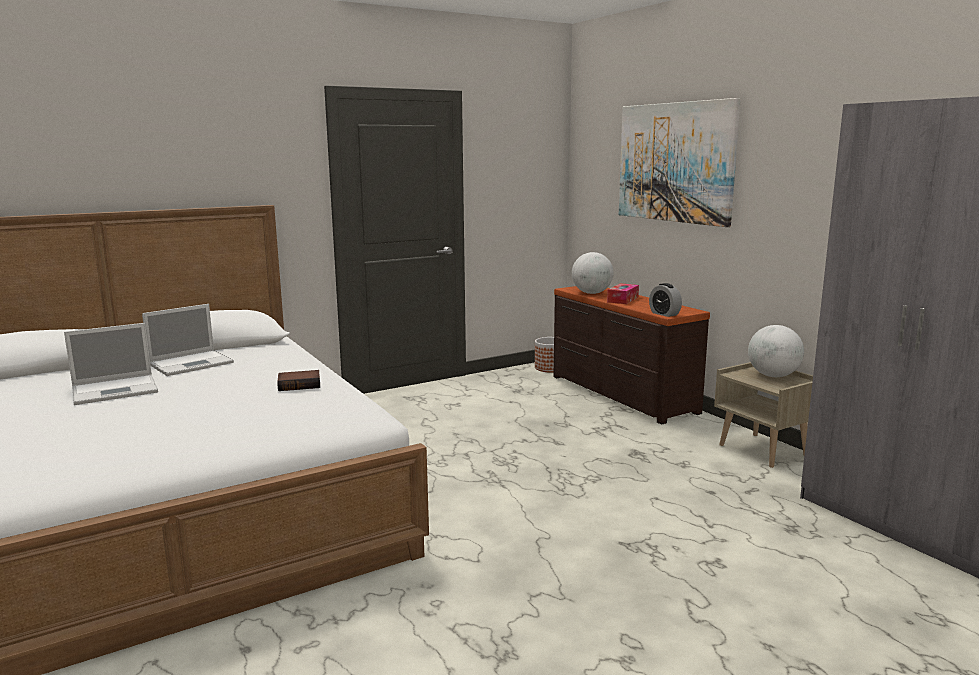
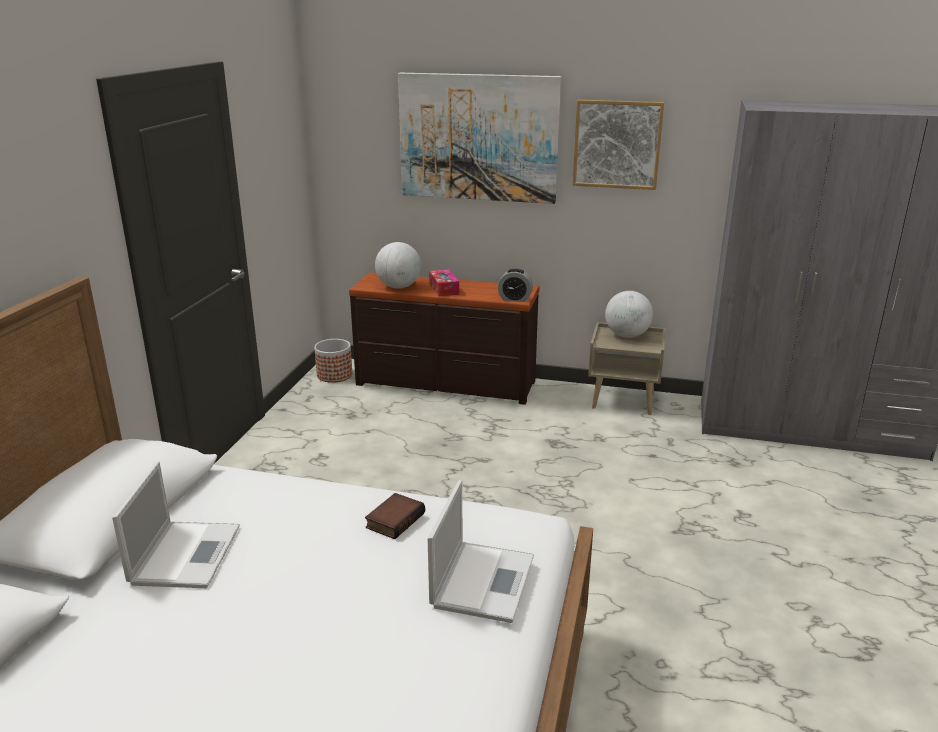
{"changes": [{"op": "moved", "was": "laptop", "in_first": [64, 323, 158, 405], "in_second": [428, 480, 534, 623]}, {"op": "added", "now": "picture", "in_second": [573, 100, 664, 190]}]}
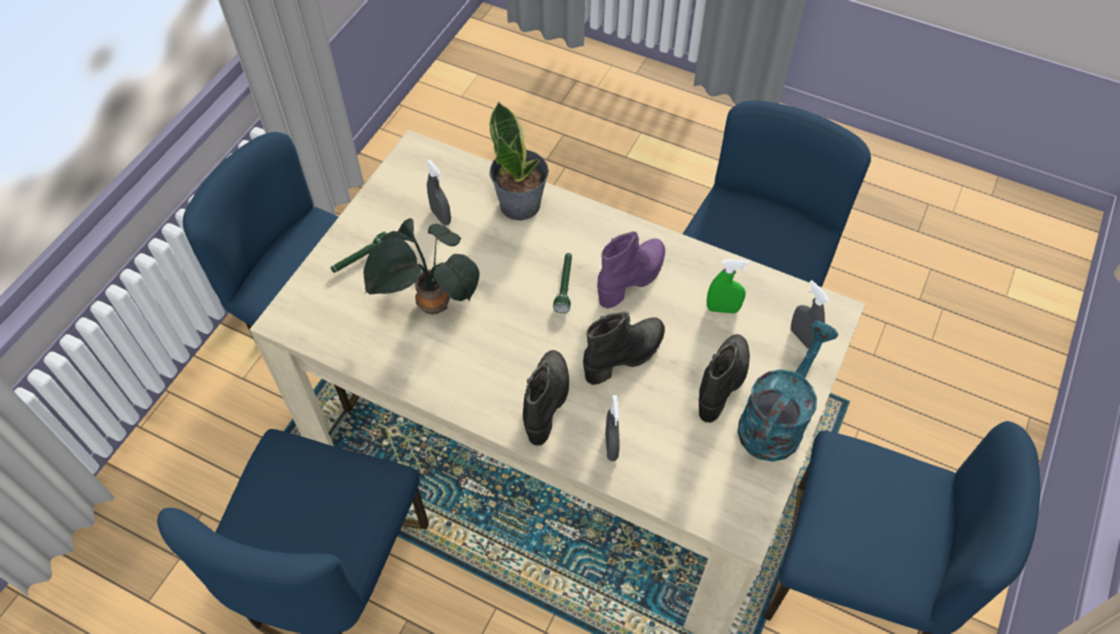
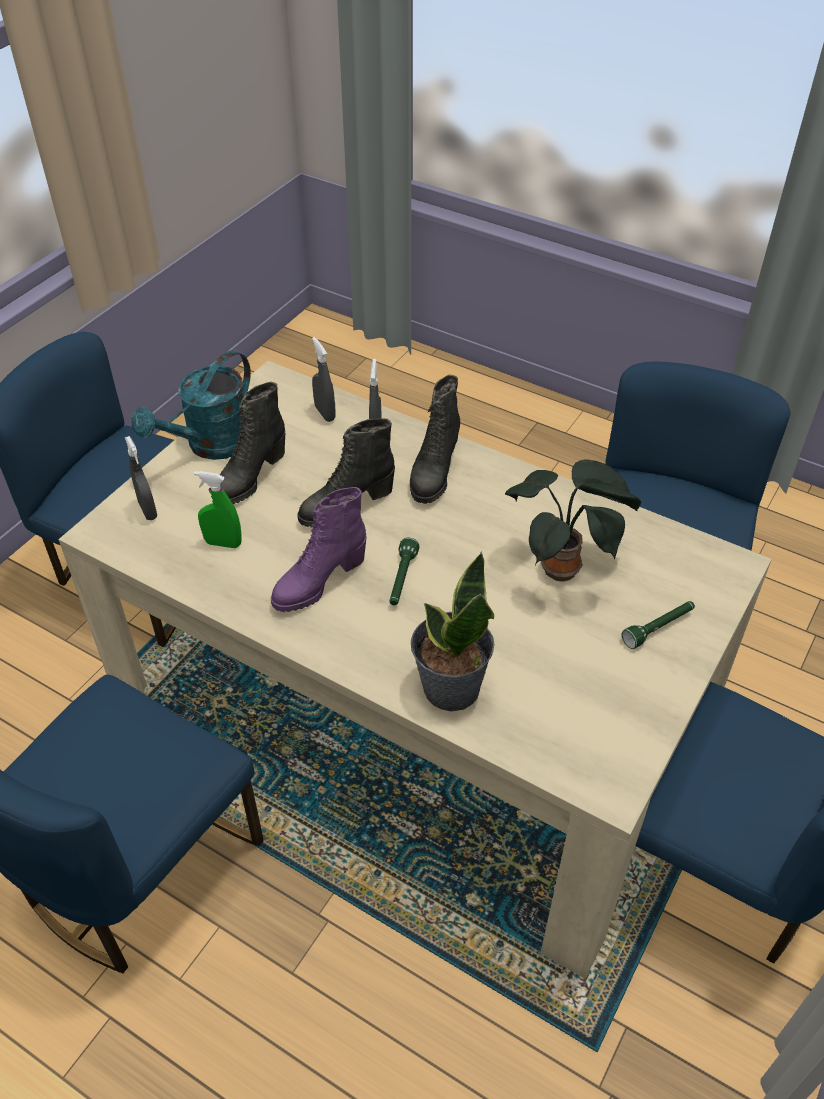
{"changes": [{"op": "moved", "was": "spray bottle in grey", "in_first": [426, 160, 451, 225], "in_second": [312, 337, 336, 422]}]}
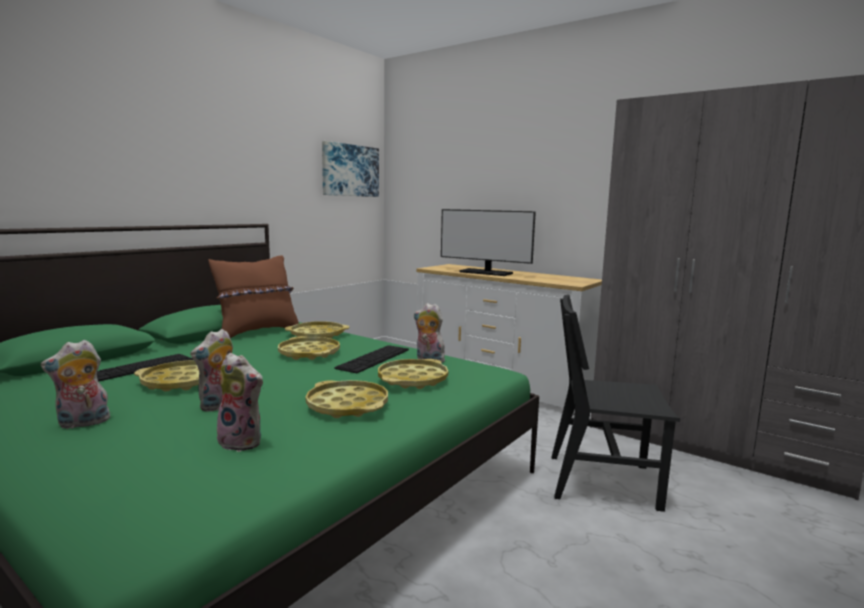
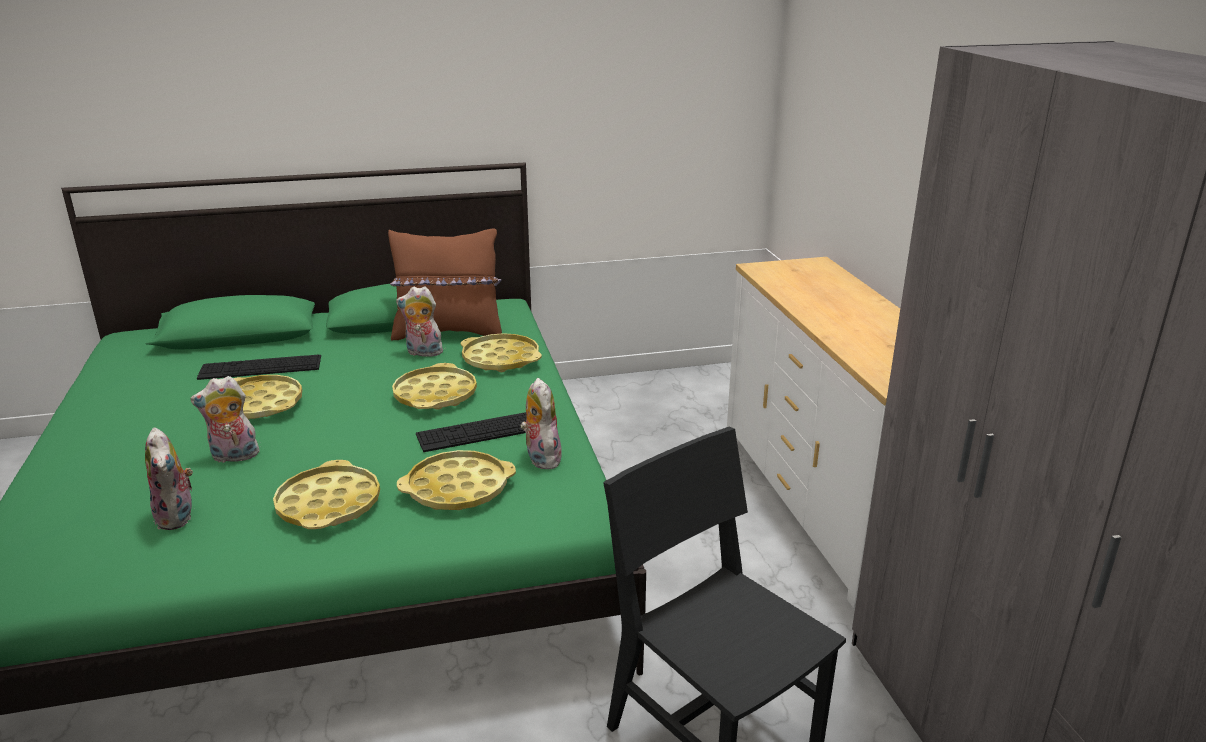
{"changes": [{"op": "moved", "was": "plush toy", "in_first": [41, 340, 110, 429], "in_second": [396, 286, 443, 357]}, {"op": "removed", "was": "picture", "in_first": [322, 141, 379, 197]}, {"op": "removed", "was": "monitor", "in_first": [441, 209, 536, 276]}]}
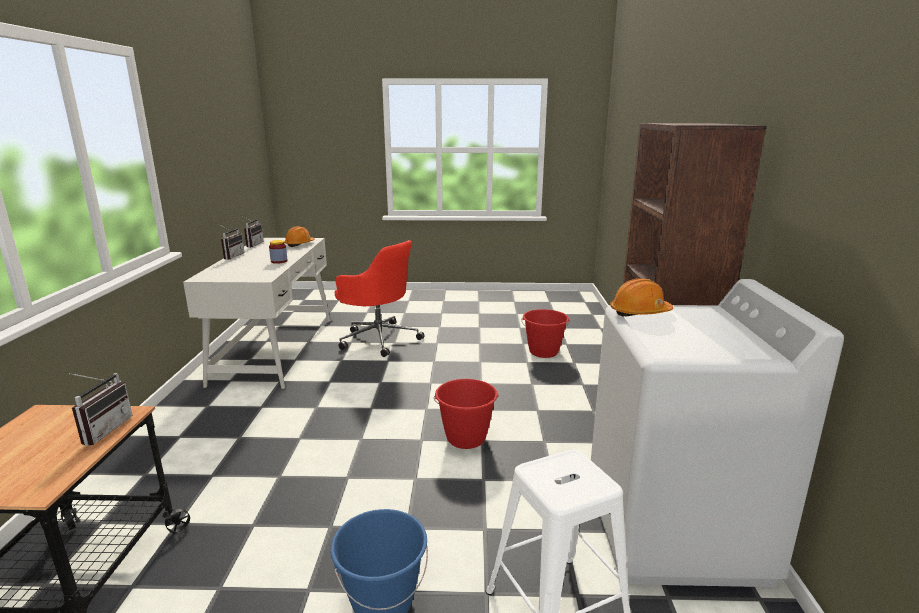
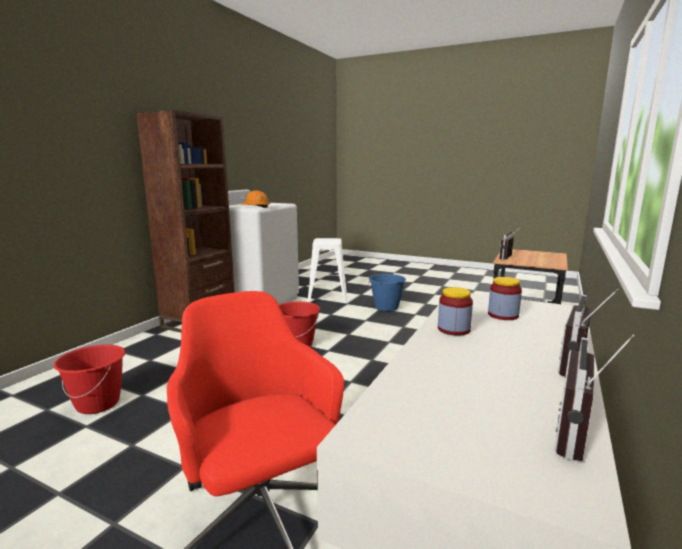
{"changes": [{"op": "removed", "was": "hard hat in orange", "in_first": [284, 226, 315, 247]}, {"op": "added", "now": "jar", "in_second": [488, 277, 522, 320]}]}
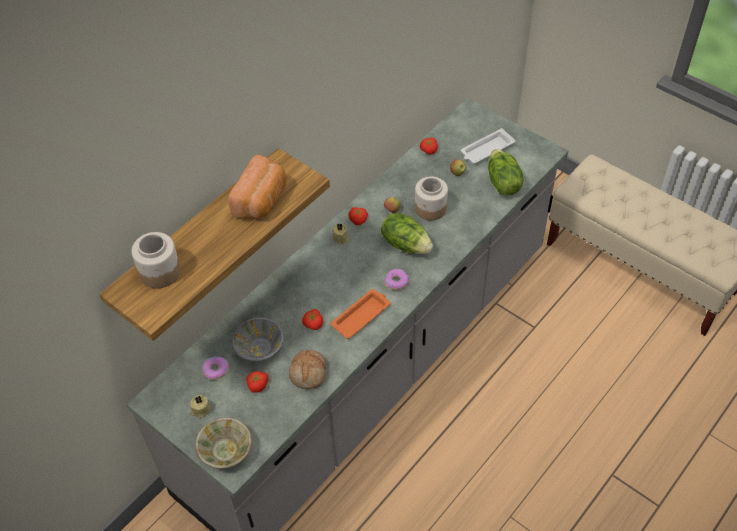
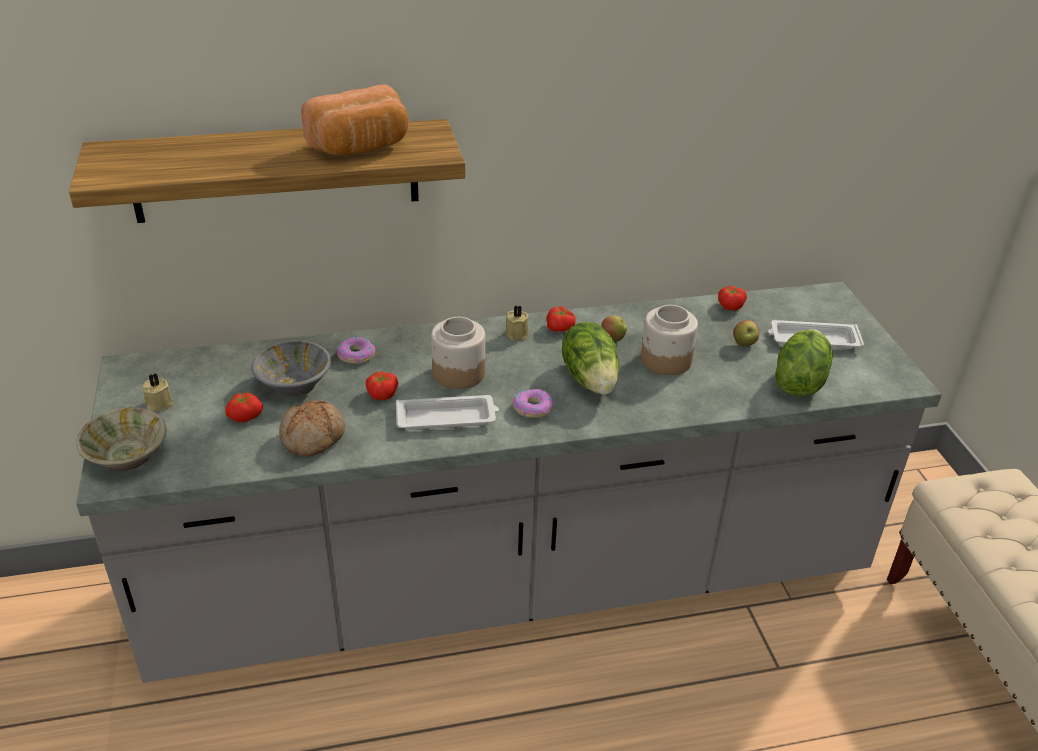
{"changes": [{"op": "moved", "was": "jar", "in_first": [132, 232, 181, 288], "in_second": [431, 317, 485, 389]}, {"op": "moved", "was": "donut", "in_first": [202, 356, 229, 380], "in_second": [337, 336, 375, 364]}, {"op": "recoloured", "was": "tray in orange", "now": "tray in white", "in_first": [330, 289, 391, 339], "in_second": [396, 395, 499, 430]}]}
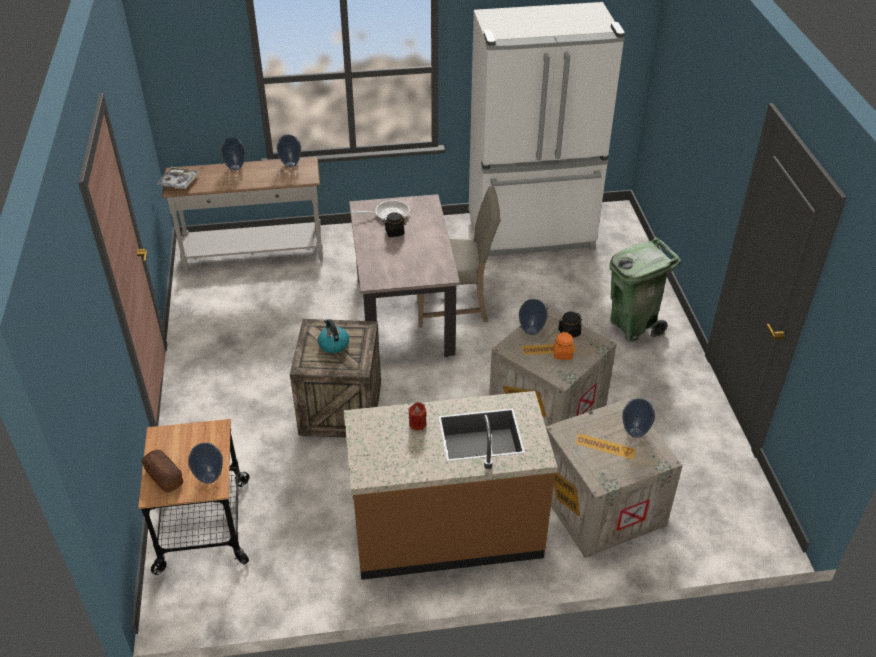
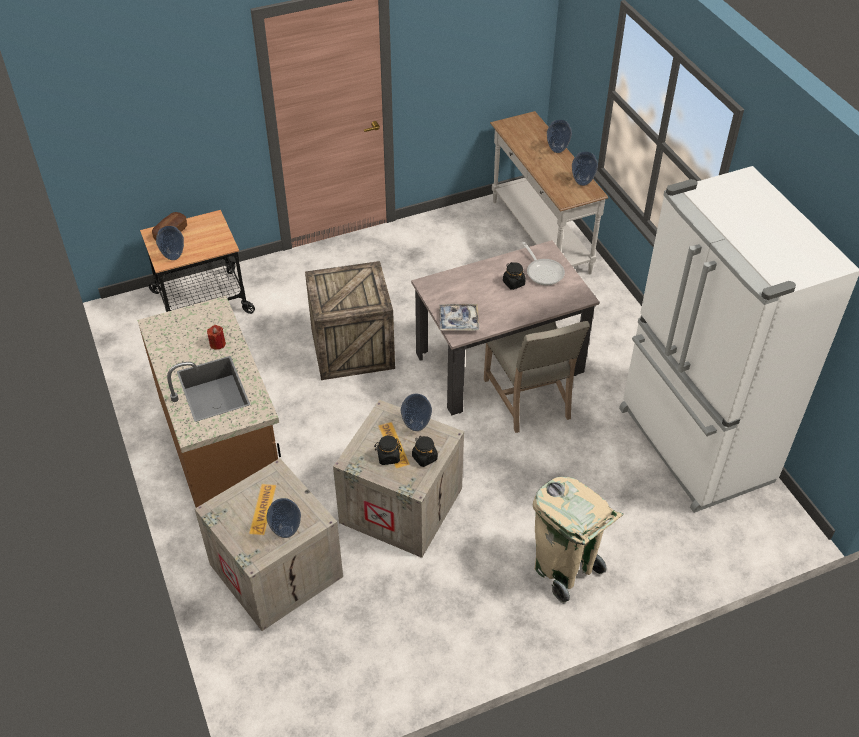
{"changes": [{"op": "moved", "was": "tray", "in_first": [157, 167, 199, 189], "in_second": [439, 304, 479, 331]}, {"op": "removed", "was": "kettle", "in_first": [318, 319, 349, 353]}, {"op": "recoloured", "was": "jar in orange", "now": "jar in black", "in_first": [554, 332, 574, 360], "in_second": [374, 435, 402, 465]}, {"op": "recoloured", "was": "trash can in green", "now": "trash can in beige", "in_first": [609, 237, 681, 342], "in_second": [533, 476, 623, 604]}]}
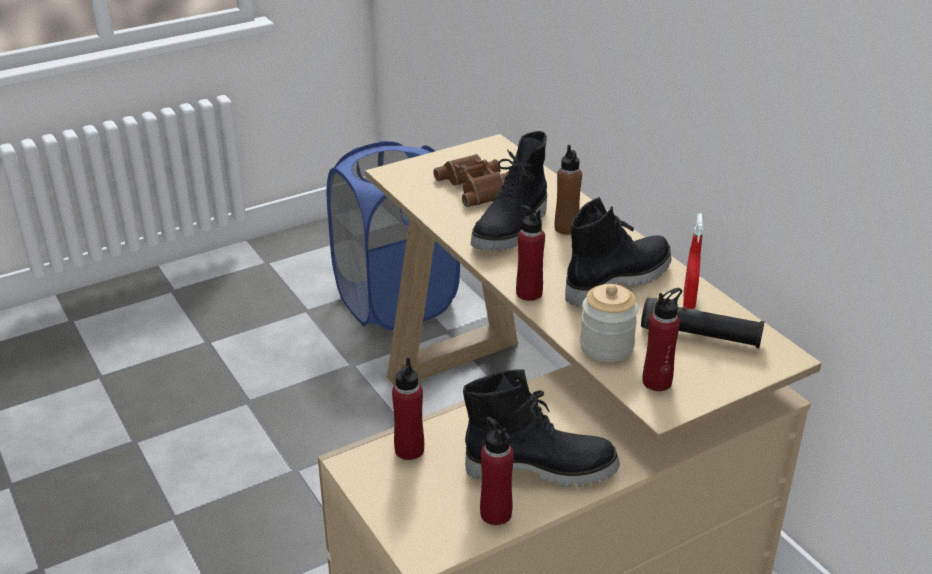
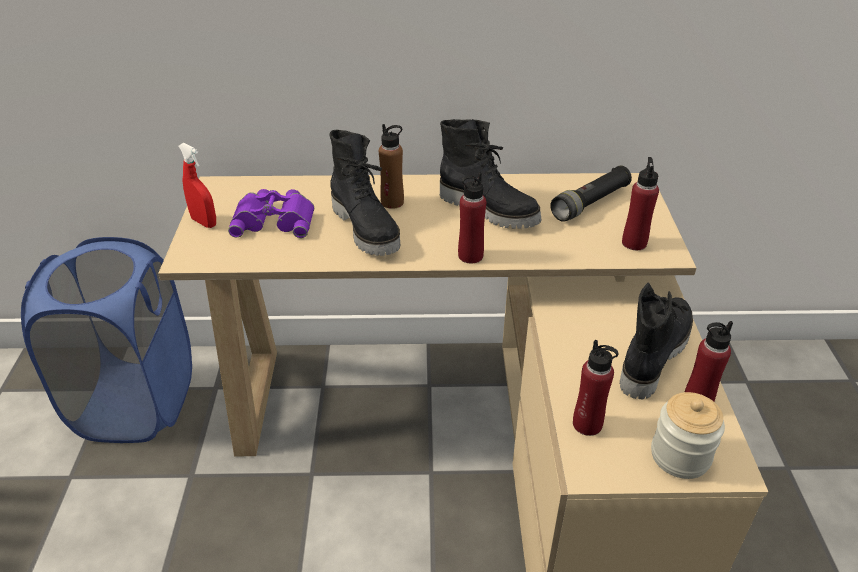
{"changes": [{"op": "recoloured", "was": "binoculars in brown", "now": "binoculars in purple", "in_first": [433, 154, 509, 207], "in_second": [228, 189, 314, 238]}, {"op": "turned", "was": "boot in black", "in_first": [565, 197, 672, 307], "in_second": [440, 119, 541, 229], "clockwise": 135}, {"op": "moved", "was": "jar", "in_first": [580, 284, 639, 362], "in_second": [651, 392, 725, 479]}, {"op": "moved", "was": "spray bottle in red", "in_first": [683, 214, 703, 309], "in_second": [178, 143, 216, 228]}]}
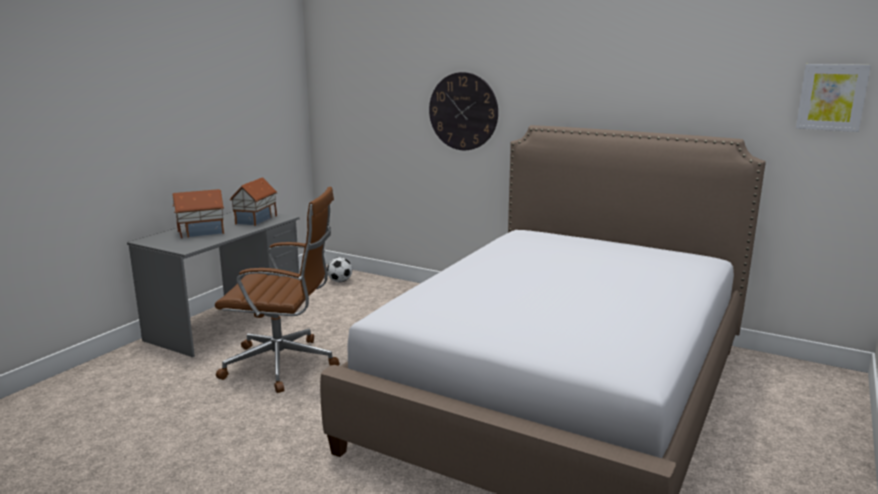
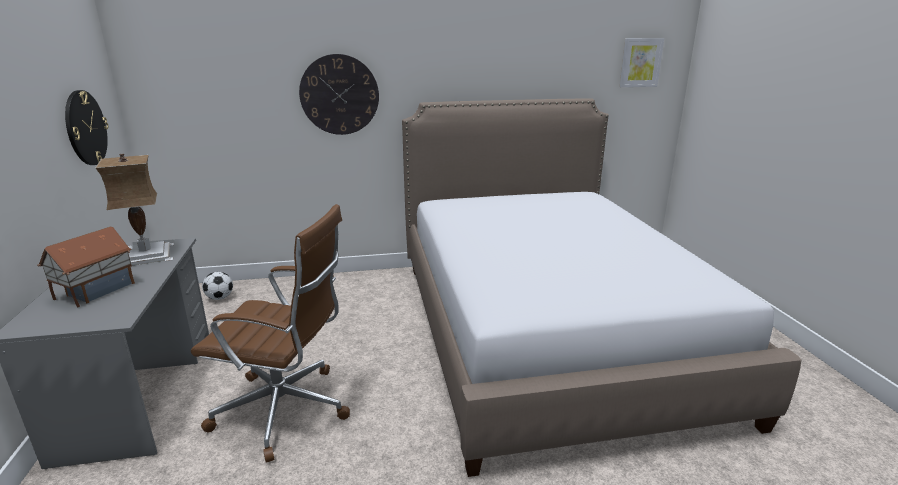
{"changes": [{"op": "turned", "was": "office chair in brown", "in_first": [215, 187, 339, 393], "in_second": [191, 204, 350, 463], "clockwise": 45}, {"op": "replaced", "was": "toy house", "now": "table lamp", "in_first": [230, 177, 277, 226], "in_second": [96, 154, 174, 266]}, {"op": "added", "now": "wall clock", "in_second": [65, 90, 108, 165]}]}
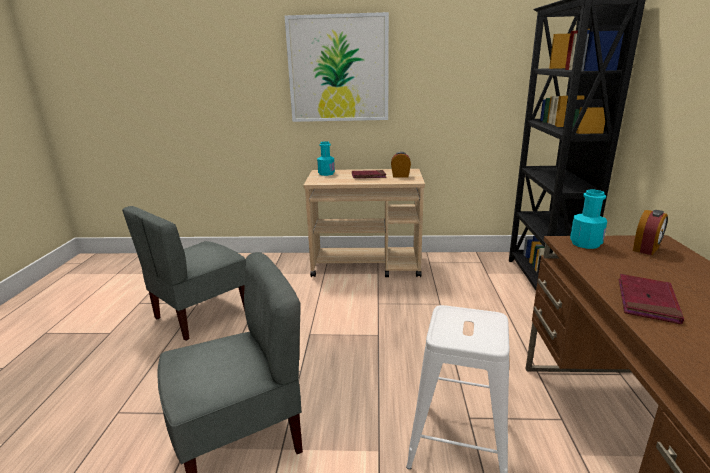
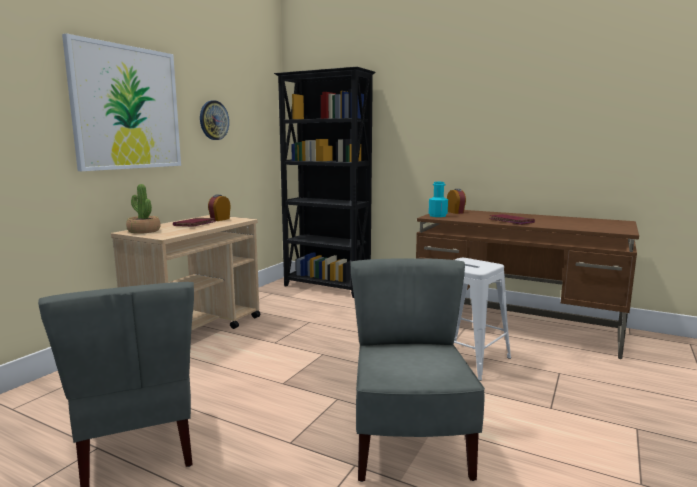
{"changes": [{"op": "replaced", "was": "bottle in turquoise", "now": "potted plant", "in_first": [317, 141, 335, 176], "in_second": [126, 184, 161, 234]}, {"op": "added", "now": "wall clock", "in_second": [200, 100, 229, 140]}]}
